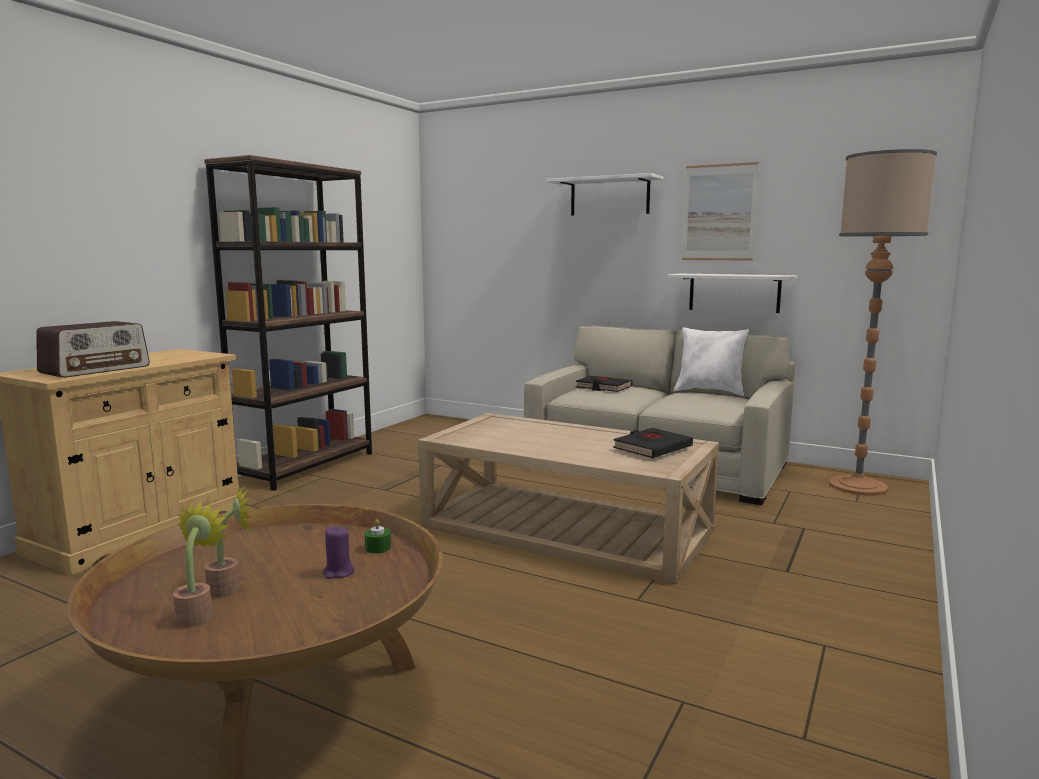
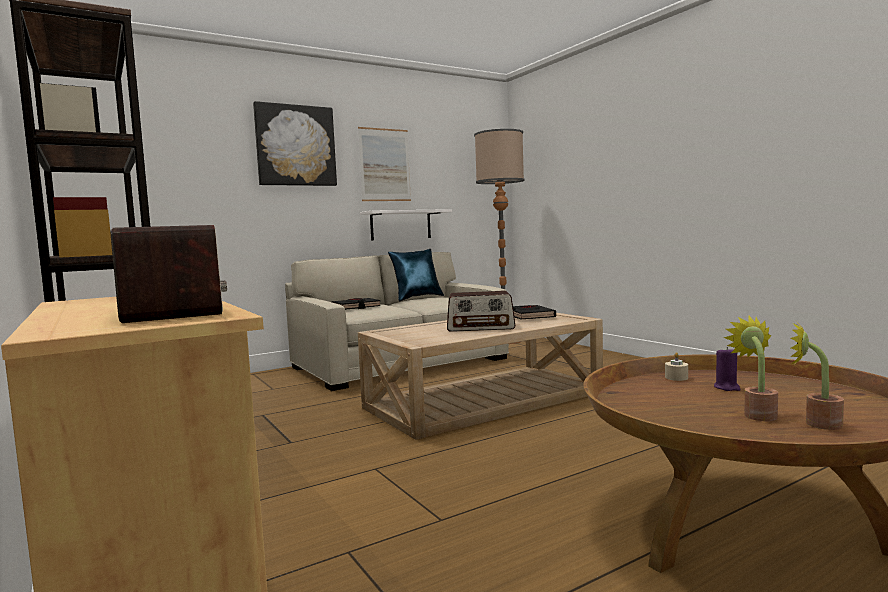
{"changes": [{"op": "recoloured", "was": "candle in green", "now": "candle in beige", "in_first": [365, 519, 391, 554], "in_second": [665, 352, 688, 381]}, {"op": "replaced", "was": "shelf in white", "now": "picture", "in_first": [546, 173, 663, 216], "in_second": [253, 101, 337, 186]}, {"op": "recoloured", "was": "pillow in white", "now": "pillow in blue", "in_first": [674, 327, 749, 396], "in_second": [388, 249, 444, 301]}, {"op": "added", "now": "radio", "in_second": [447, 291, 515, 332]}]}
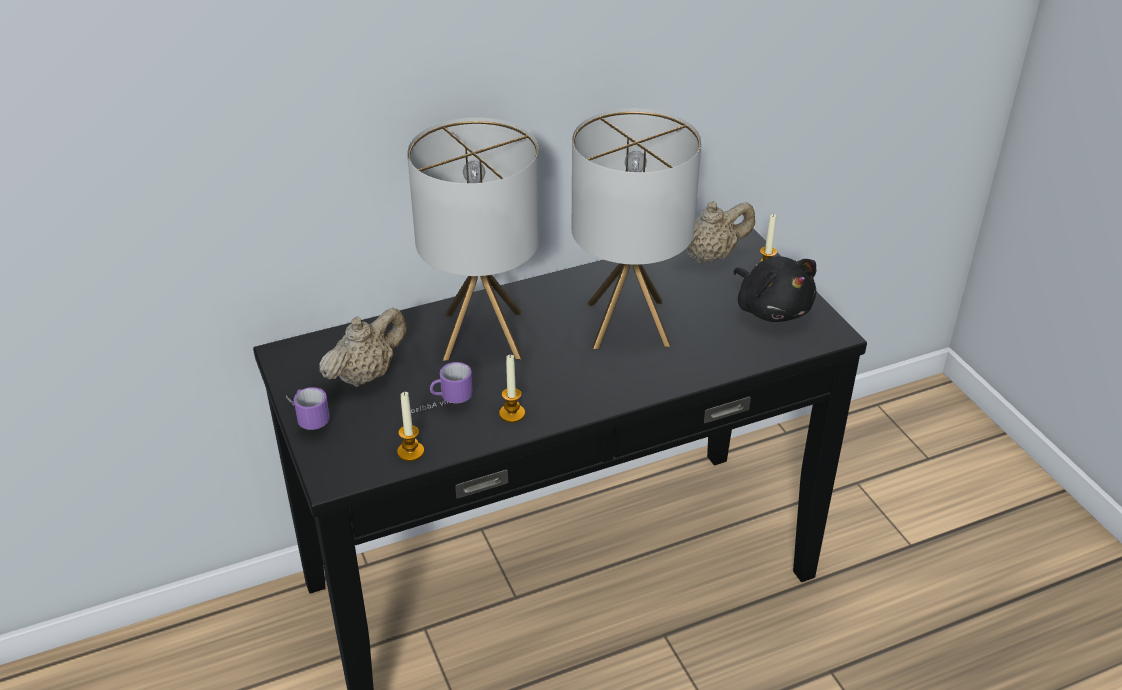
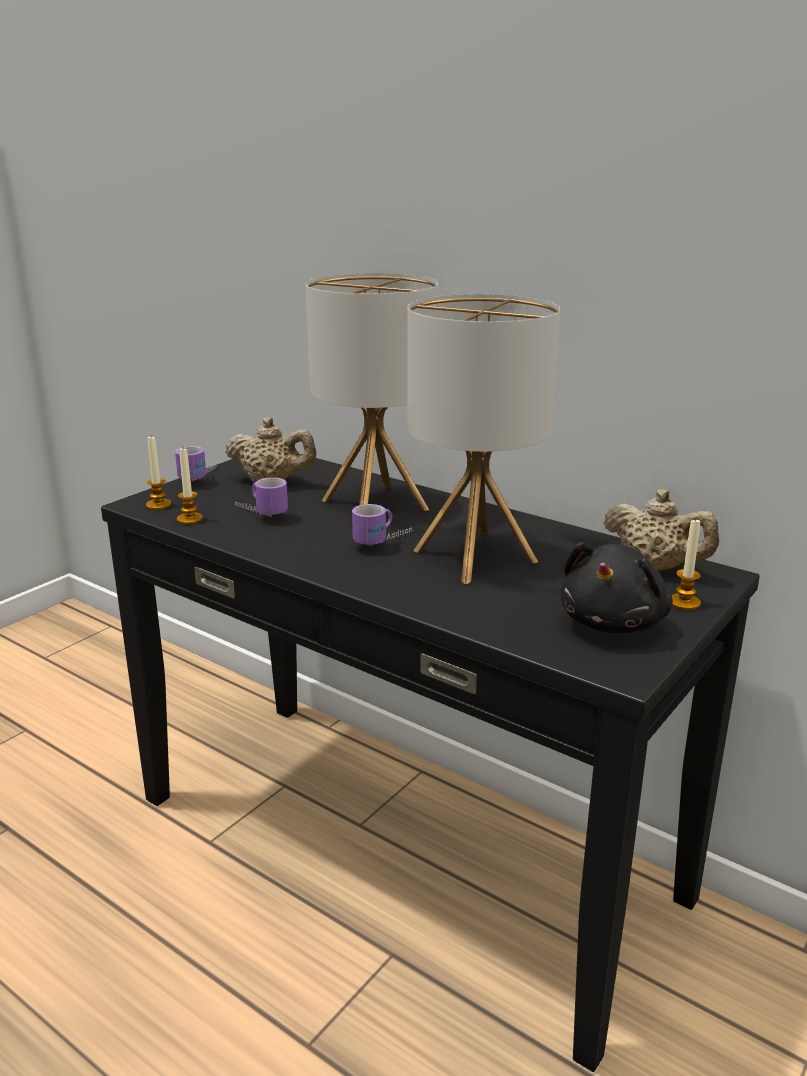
{"changes": [{"op": "moved", "was": "candle", "in_first": [499, 355, 525, 423], "in_second": [146, 437, 171, 510]}, {"op": "added", "now": "mug", "in_second": [352, 504, 412, 546]}]}
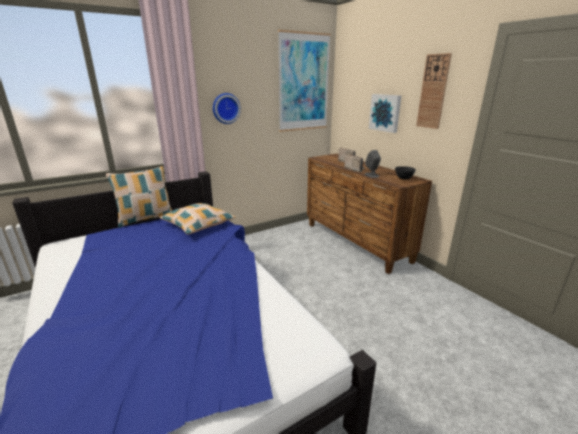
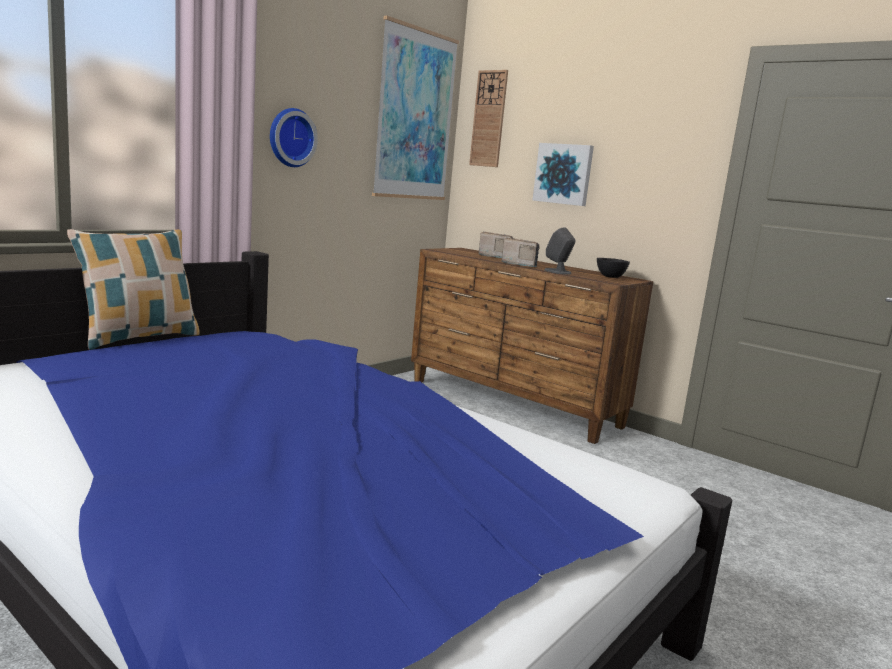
{"changes": [{"op": "removed", "was": "pillow", "in_first": [160, 203, 235, 235]}, {"op": "moved", "was": "wall clock", "in_first": [416, 53, 452, 129], "in_second": [469, 70, 508, 167]}]}
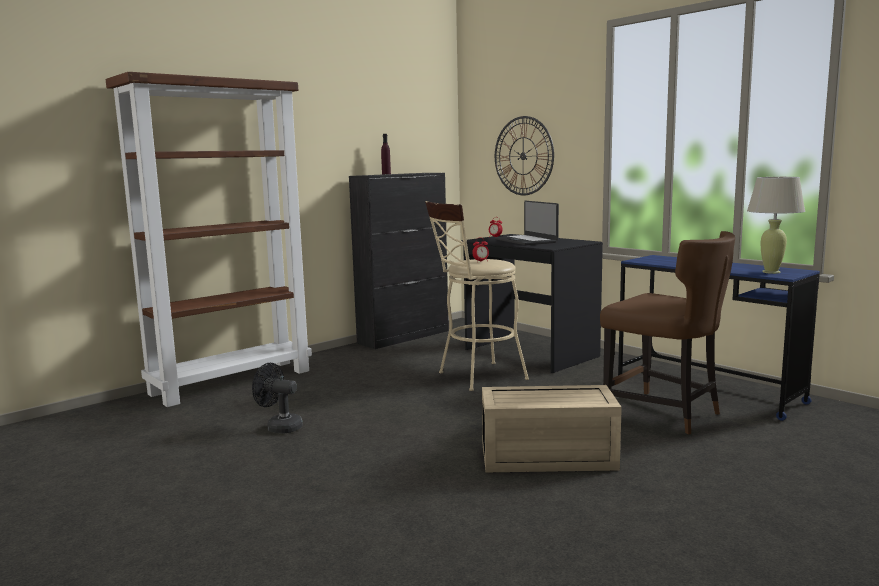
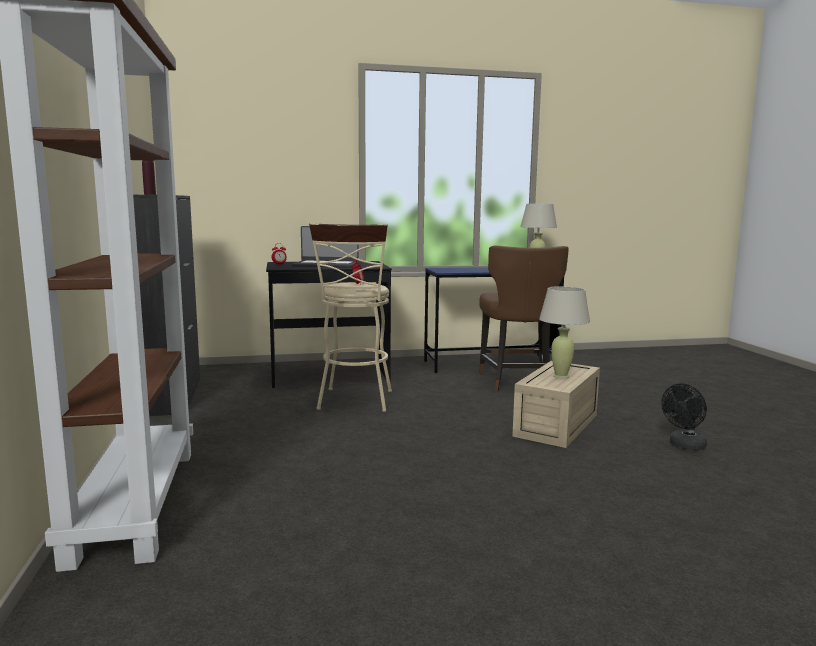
{"changes": [{"op": "moved", "was": "fan in black", "in_first": [252, 363, 303, 433], "in_second": [661, 383, 707, 450]}, {"op": "removed", "was": "wall clock", "in_first": [495, 116, 554, 195]}, {"op": "turned", "was": "chair in brown", "in_first": [600, 231, 735, 435], "in_second": [479, 245, 569, 391], "clockwise": 105}, {"op": "added", "now": "table lamp in beige", "in_second": [539, 286, 590, 379]}]}
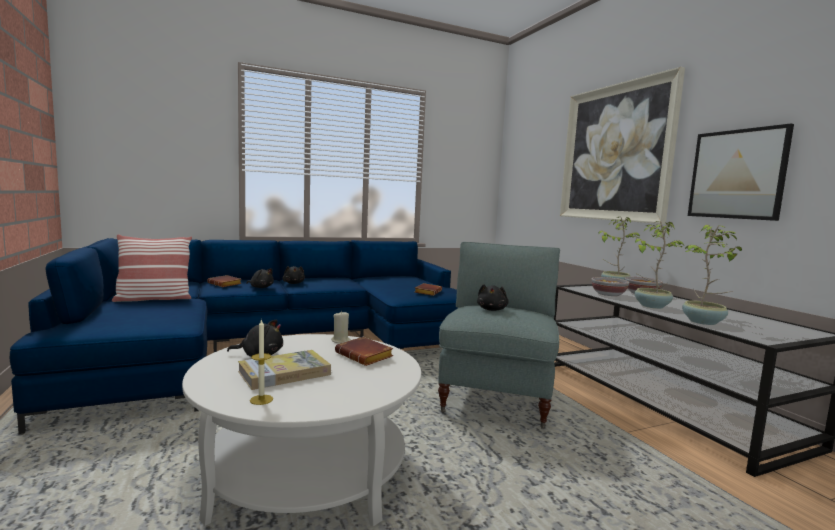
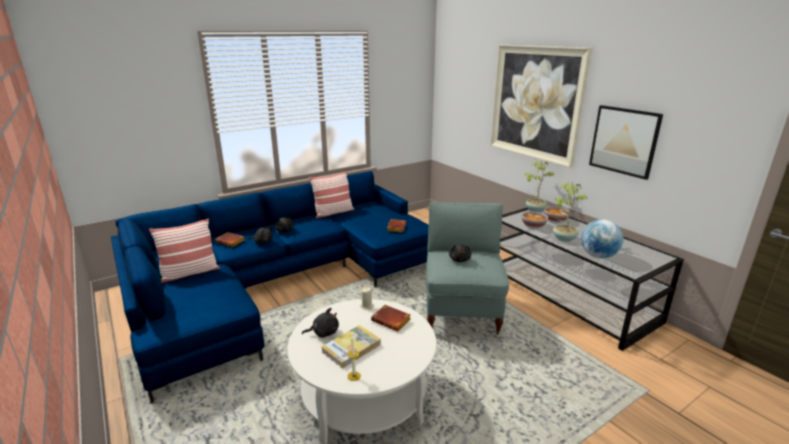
{"changes": [{"op": "replaced", "was": "potted plant", "now": "globe", "in_first": [682, 225, 742, 325], "in_second": [581, 219, 623, 258]}, {"op": "added", "now": "pillow", "in_second": [309, 171, 354, 219]}]}
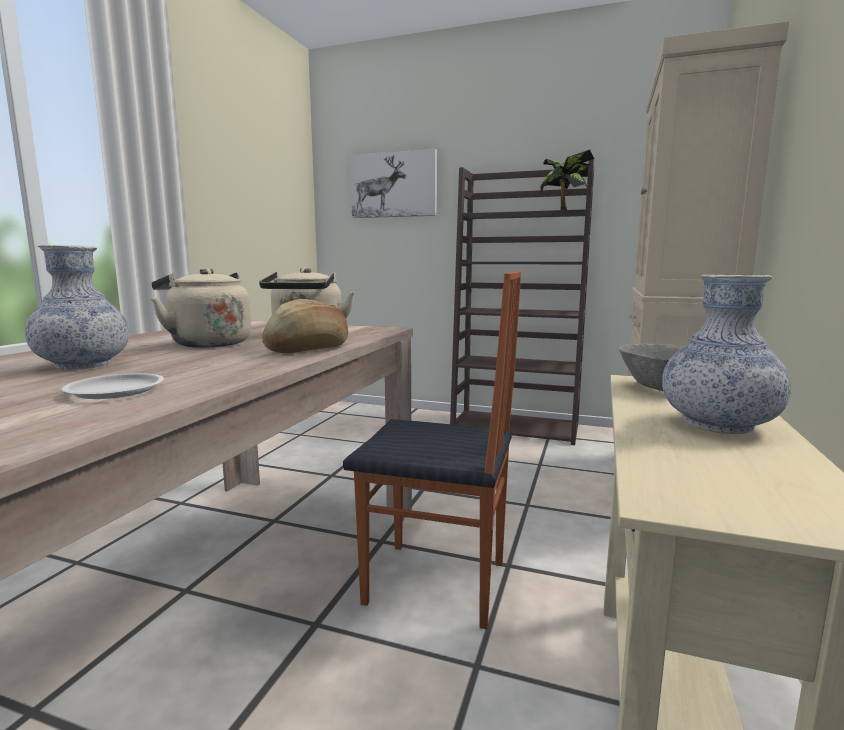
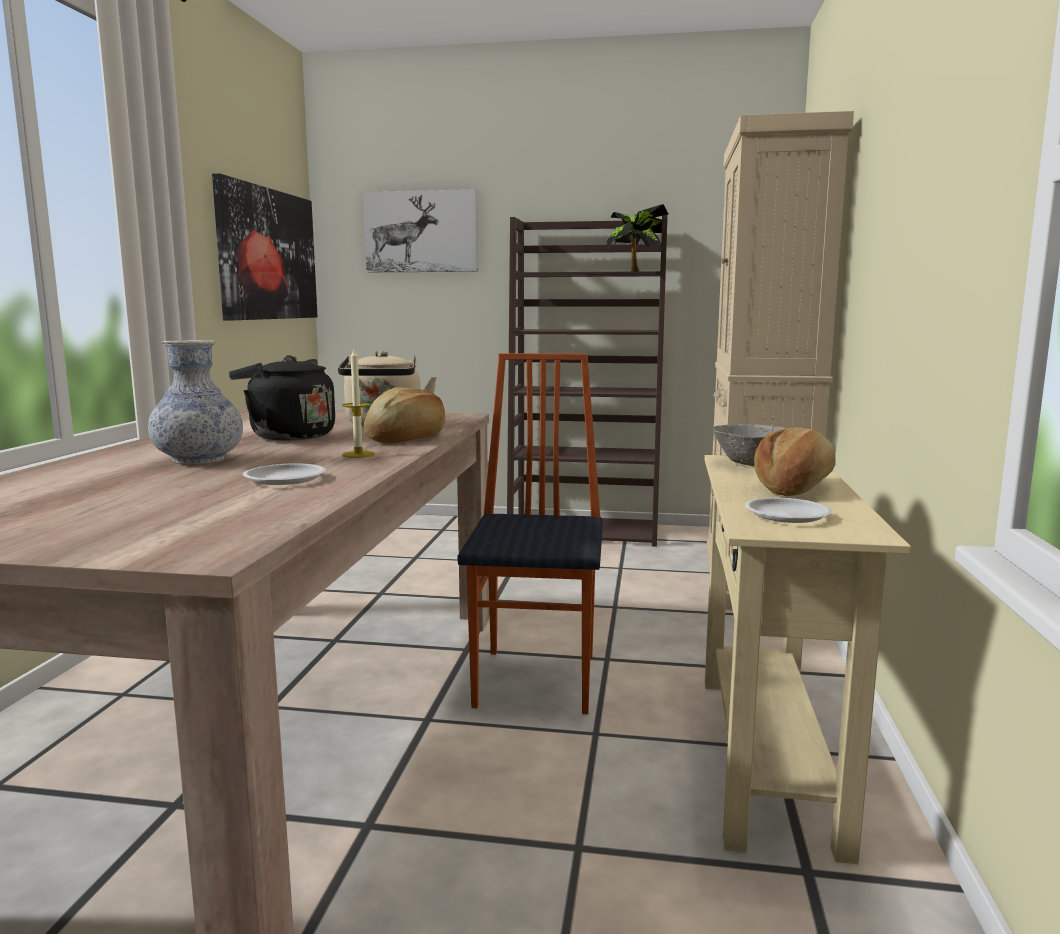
{"changes": [{"op": "recoloured", "was": "kettle in beige", "now": "kettle in black", "in_first": [151, 268, 251, 348], "in_second": [229, 355, 335, 440]}, {"op": "turned", "was": "chair", "in_first": [343, 271, 521, 629], "in_second": [458, 353, 603, 714], "clockwise": -90}, {"op": "replaced", "was": "vase", "now": "bread", "in_first": [662, 275, 791, 434], "in_second": [754, 428, 836, 496]}, {"op": "added", "now": "picture", "in_second": [212, 173, 318, 321]}, {"op": "added", "now": "candle", "in_second": [342, 349, 375, 458]}, {"op": "added", "now": "plate in white", "in_second": [745, 498, 832, 523]}]}
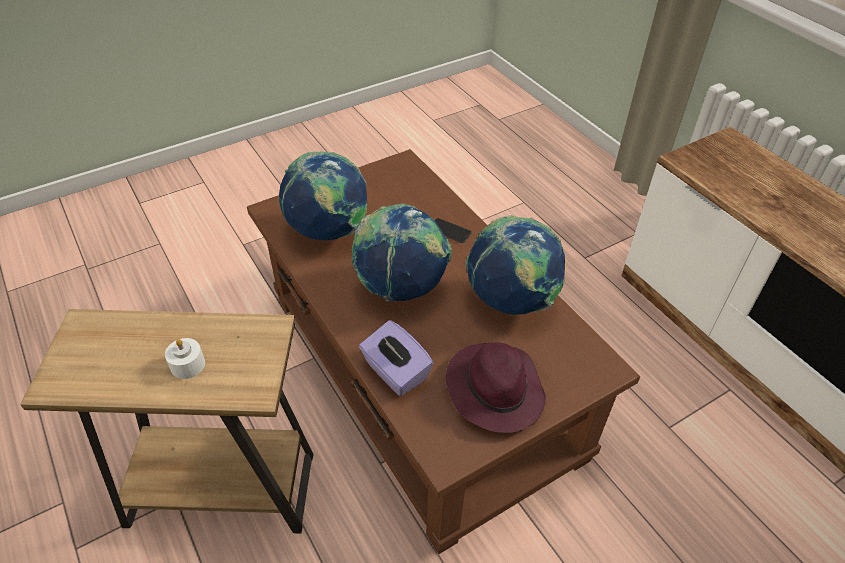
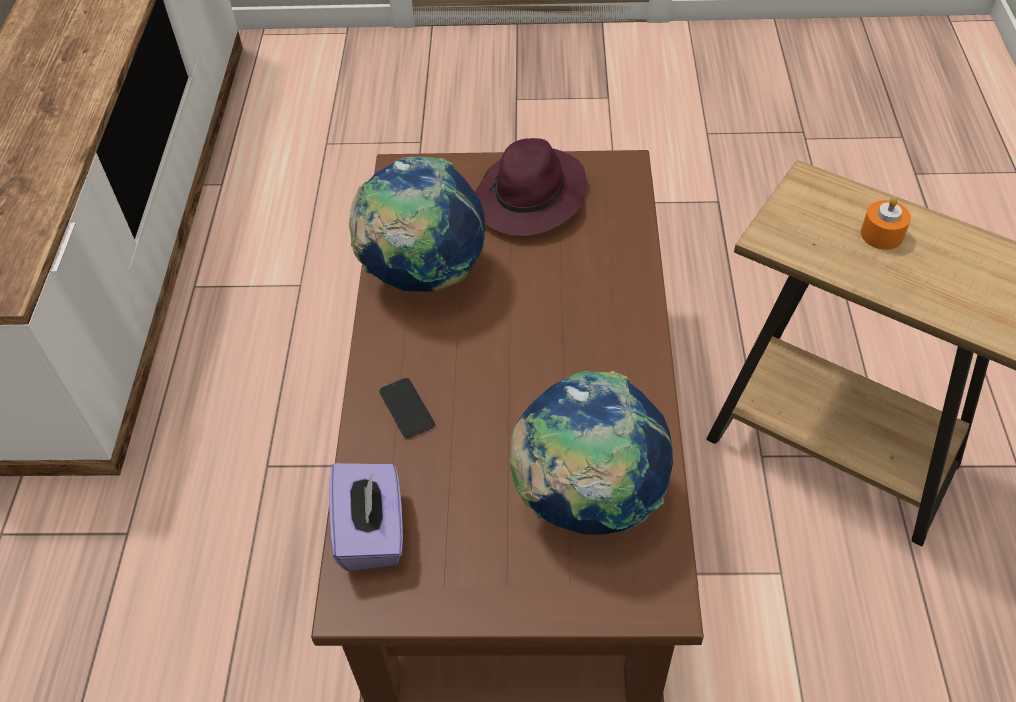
{"changes": [{"op": "recoloured", "was": "candle in white", "now": "candle in orange", "in_first": [165, 338, 205, 379], "in_second": [861, 197, 911, 250]}, {"op": "removed", "was": "globe", "in_first": [352, 204, 452, 302]}, {"op": "moved", "was": "tissue box in purple", "in_first": [359, 320, 434, 396], "in_second": [329, 463, 403, 571]}]}
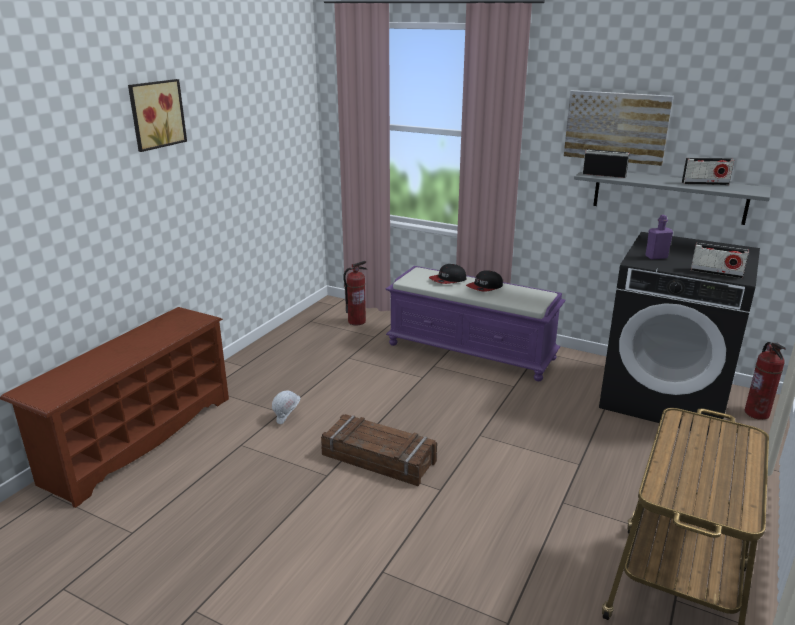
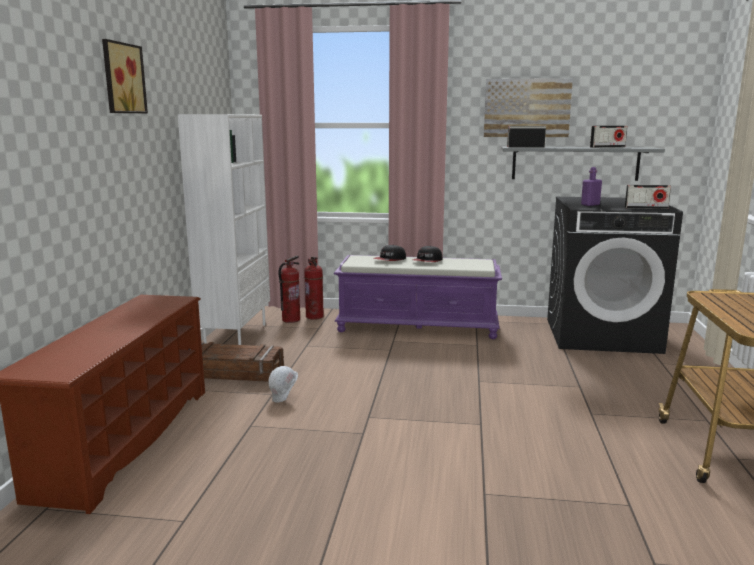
{"changes": [{"op": "moved", "was": "crate", "in_first": [321, 414, 437, 486], "in_second": [201, 342, 284, 382]}, {"op": "moved", "was": "fire extinguisher", "in_first": [745, 342, 786, 420], "in_second": [304, 257, 324, 320]}, {"op": "added", "now": "bookcase in white", "in_second": [178, 114, 270, 345]}]}
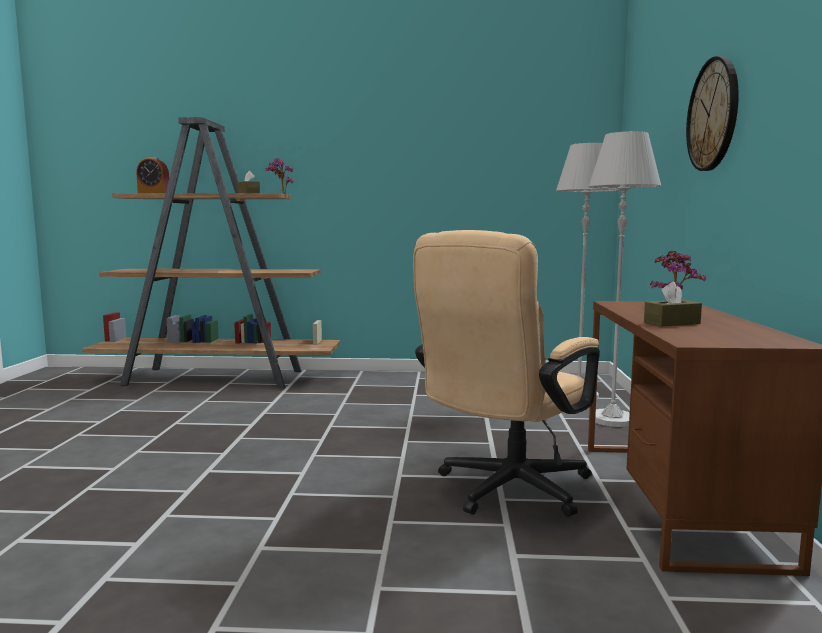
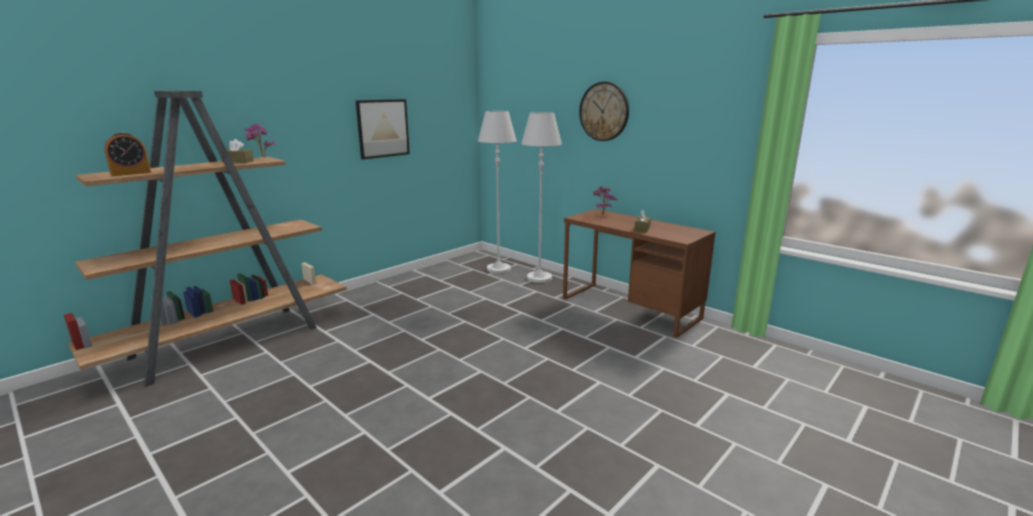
{"changes": [{"op": "removed", "was": "office chair in beige", "in_first": [413, 230, 600, 517]}, {"op": "added", "now": "picture", "in_second": [356, 99, 410, 159]}]}
